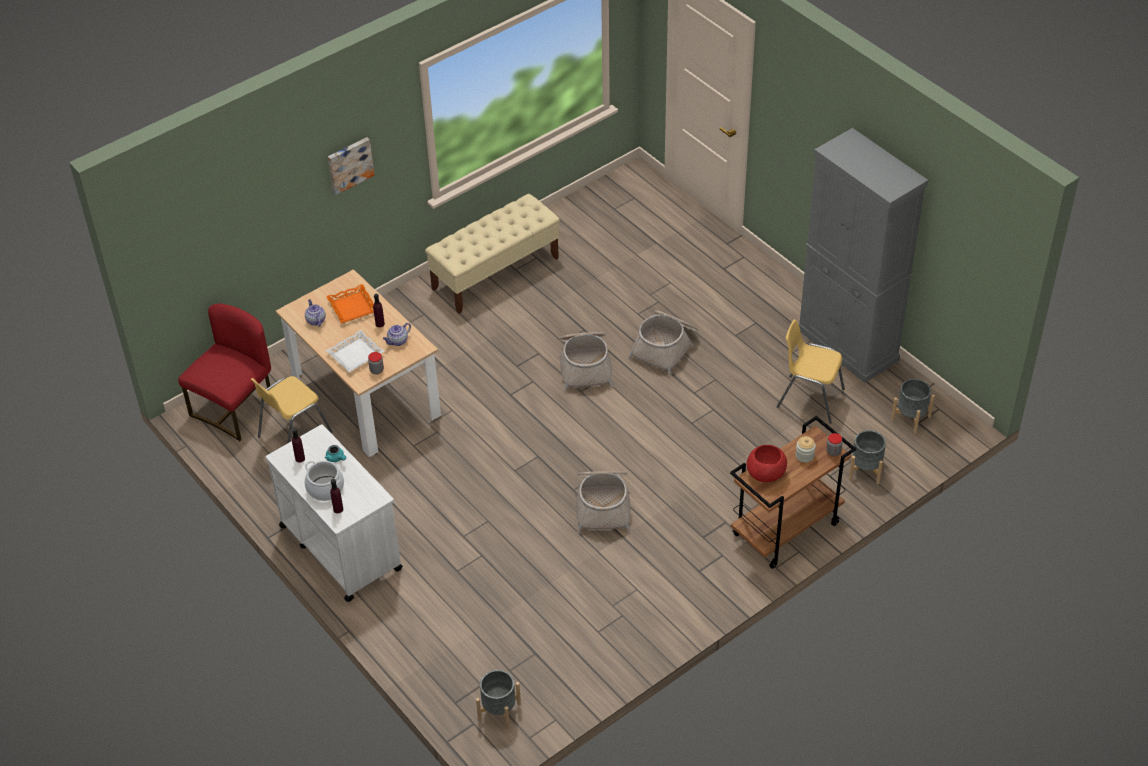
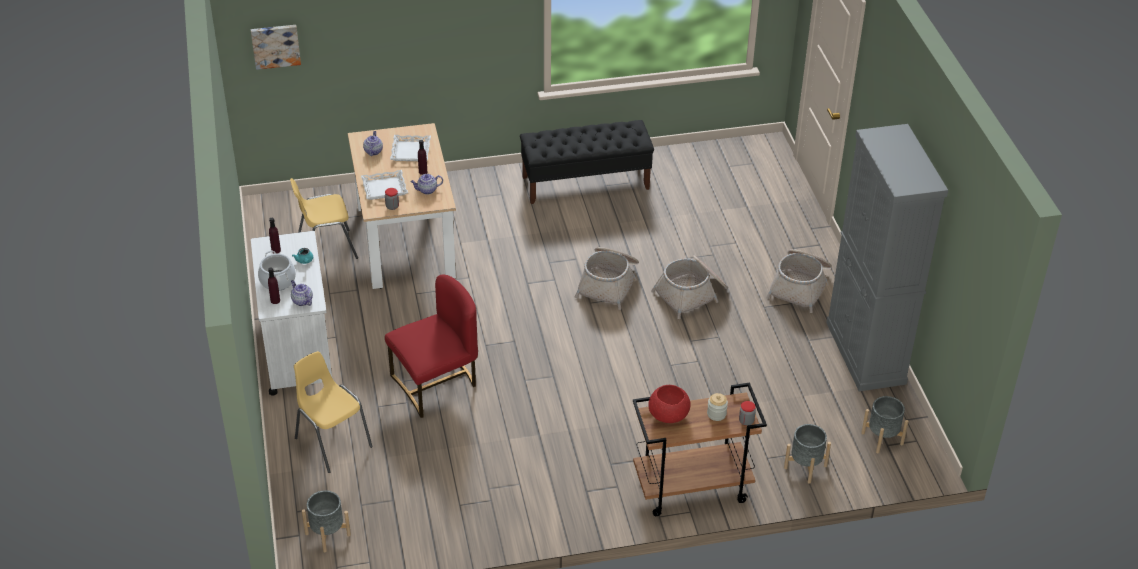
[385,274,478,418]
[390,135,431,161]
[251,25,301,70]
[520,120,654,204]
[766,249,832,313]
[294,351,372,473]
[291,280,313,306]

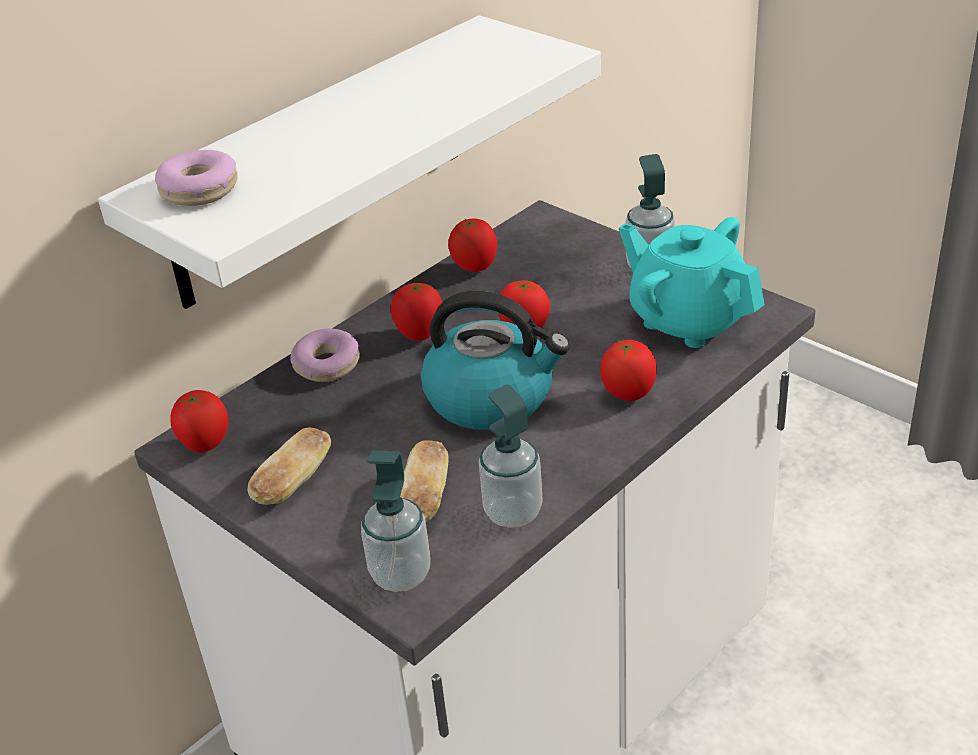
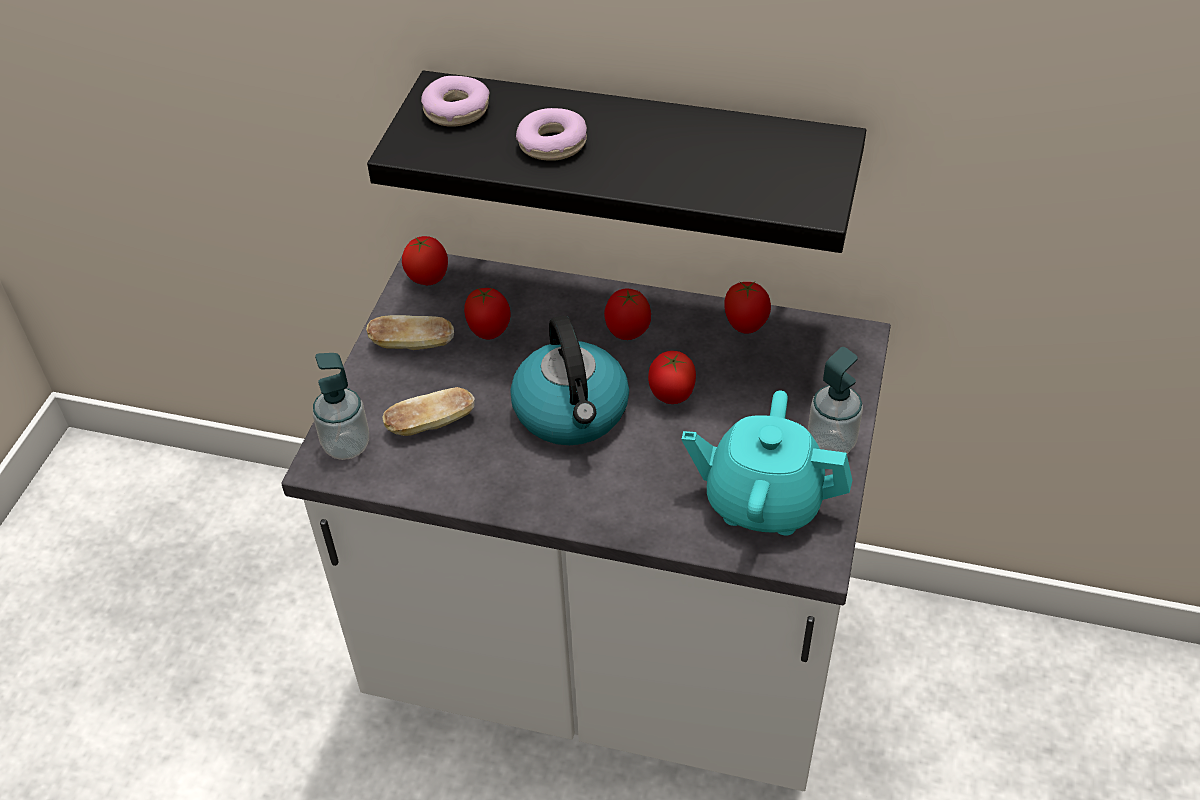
[367,70,866,253]
[516,108,587,161]
[479,385,543,528] (first image)
[464,288,511,340]
[682,391,852,536]

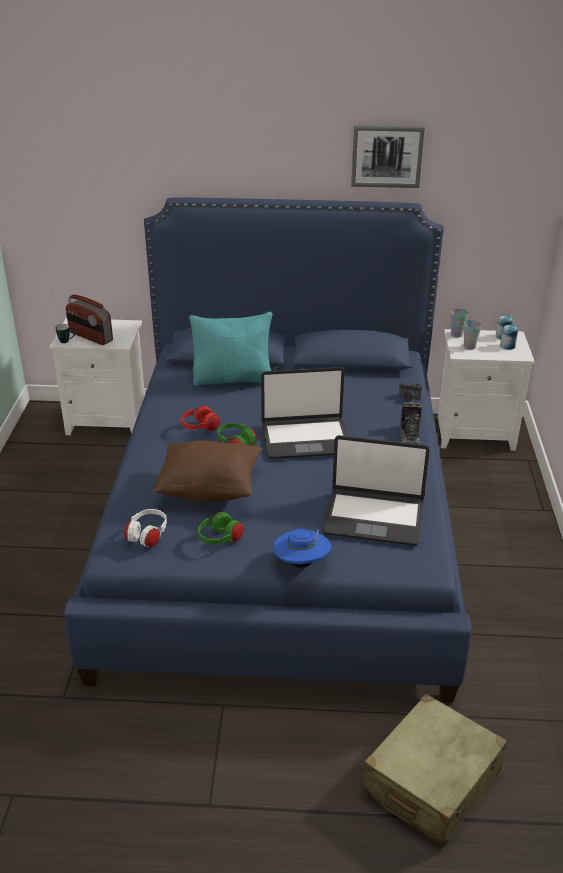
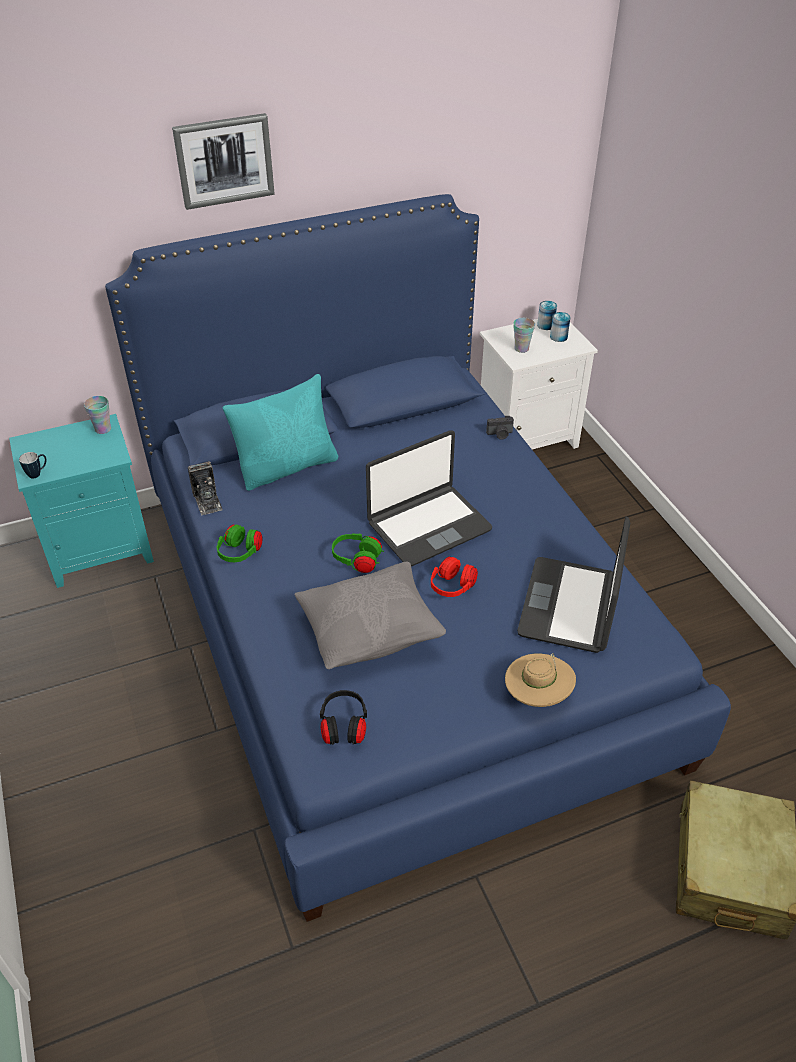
[9,414,154,588]
[66,294,113,345] (first image)
[320,690,367,745]
[294,561,446,669]
[431,557,478,597]
[217,525,262,562]
[505,653,576,707]
[517,516,630,653]
[172,113,275,210]
[188,461,223,516]
[84,396,111,434]

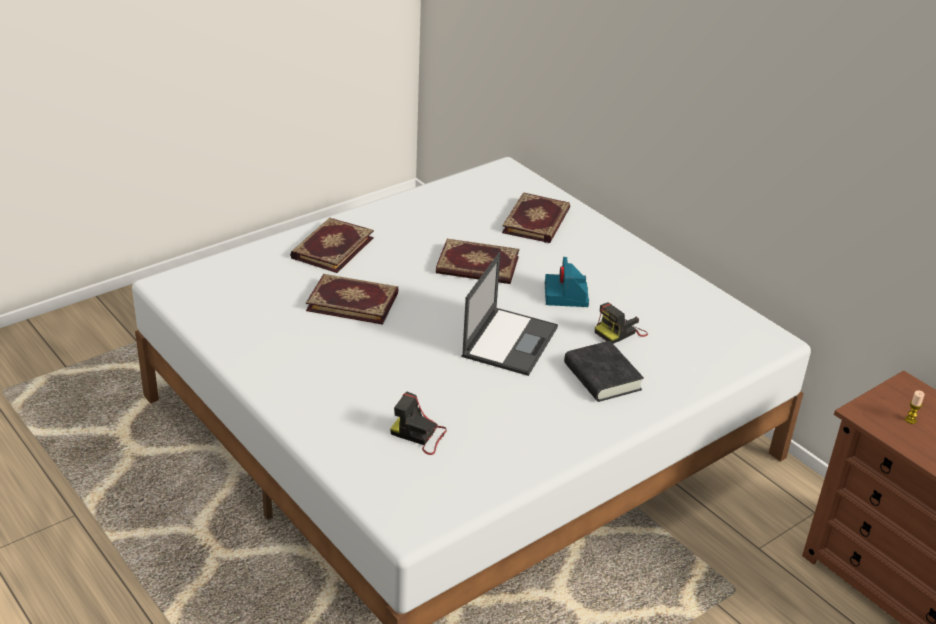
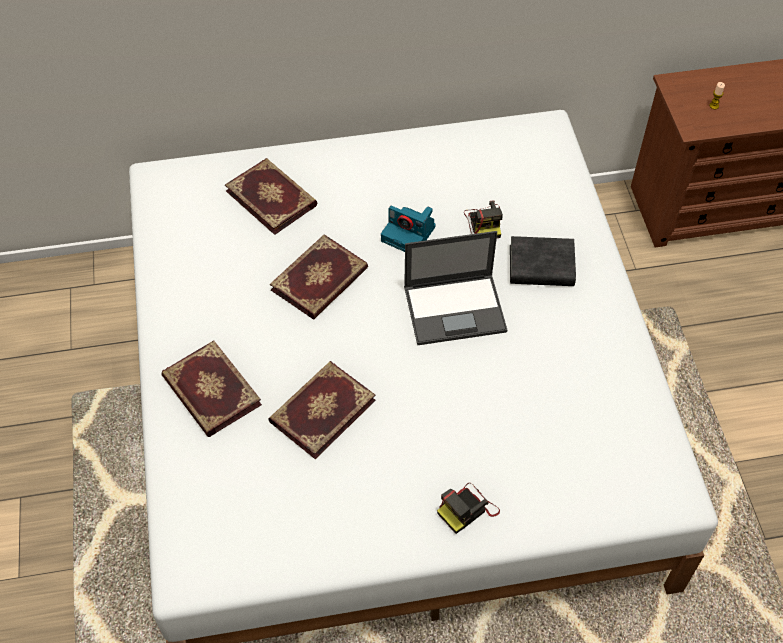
[437,483,500,534]
[404,231,508,345]

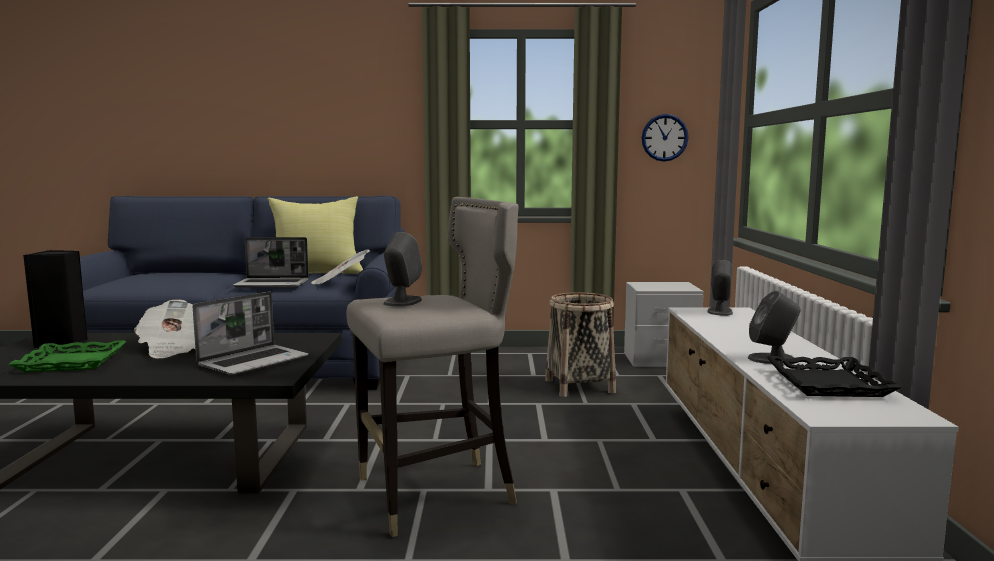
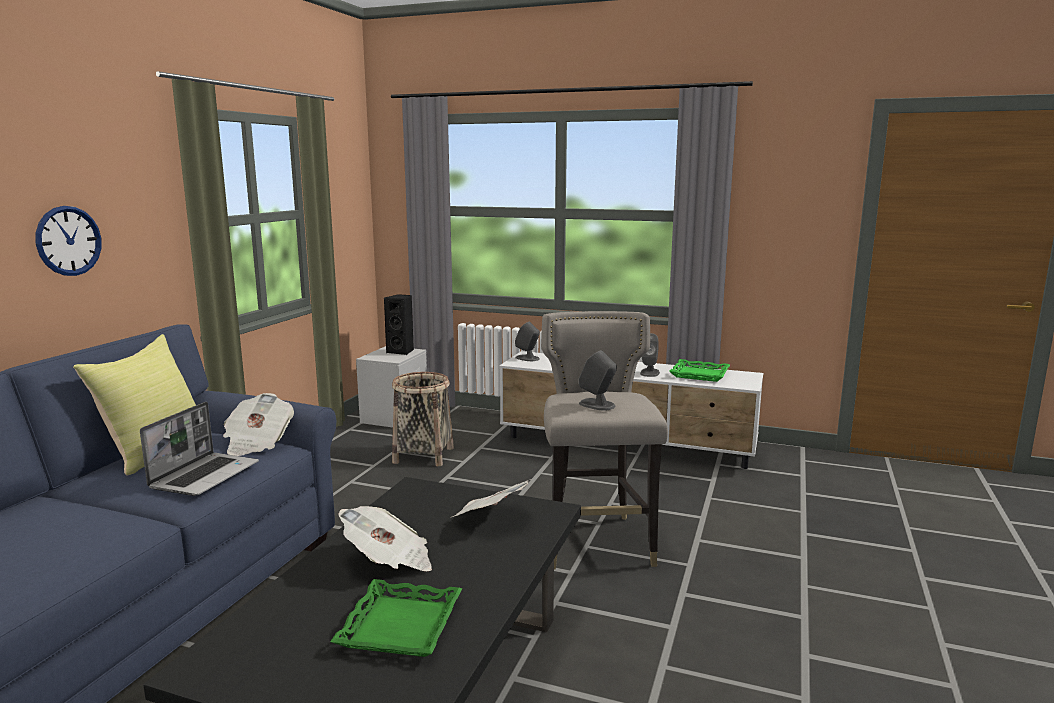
[384,294,414,355]
[452,479,531,517]
[35,206,101,276]
[669,359,730,382]

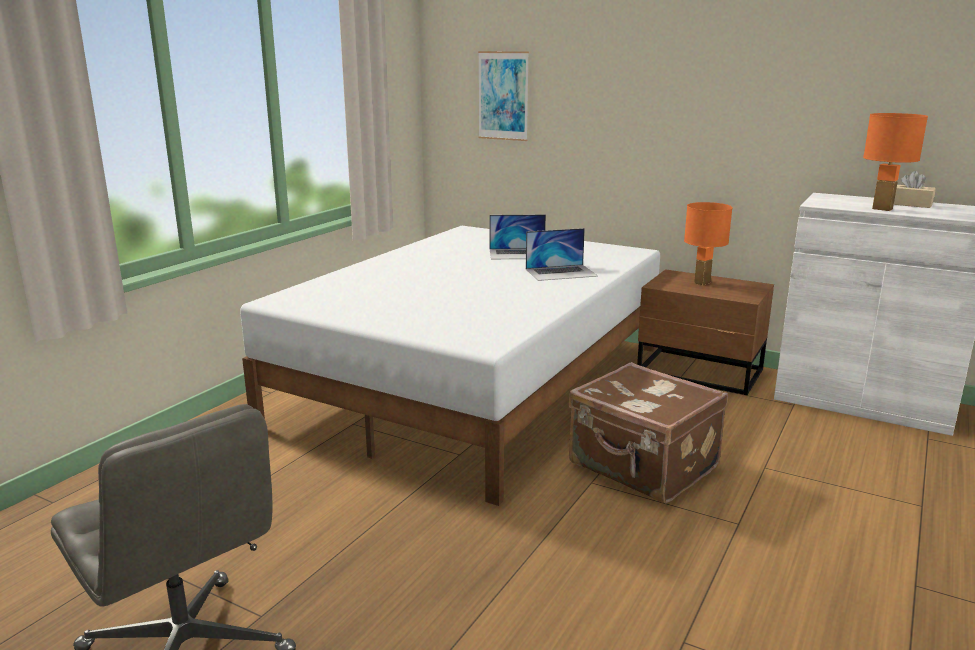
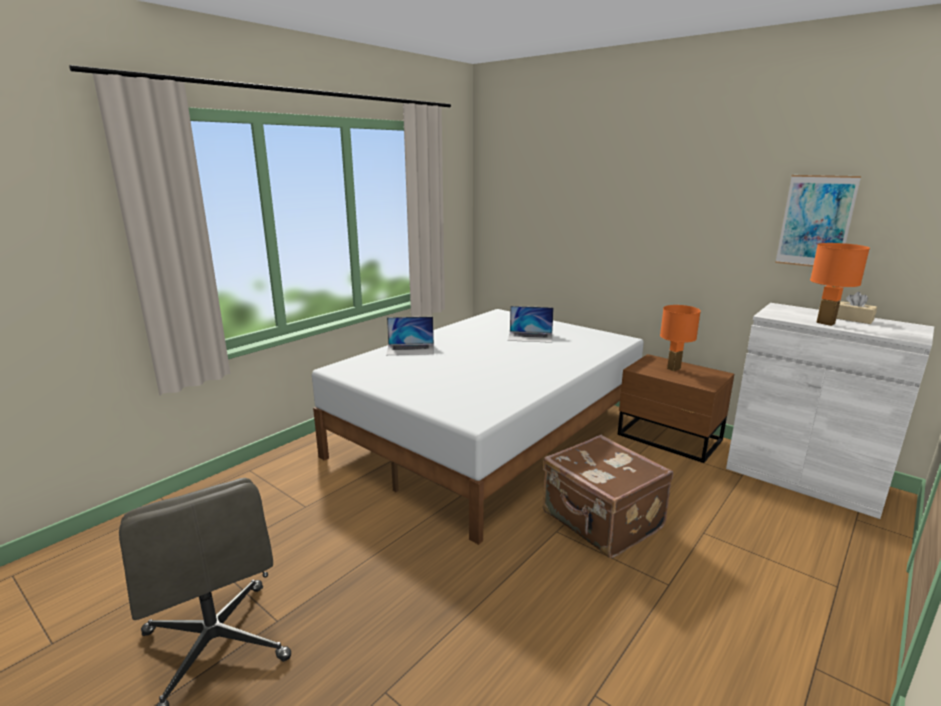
[775,175,861,267]
[386,317,434,355]

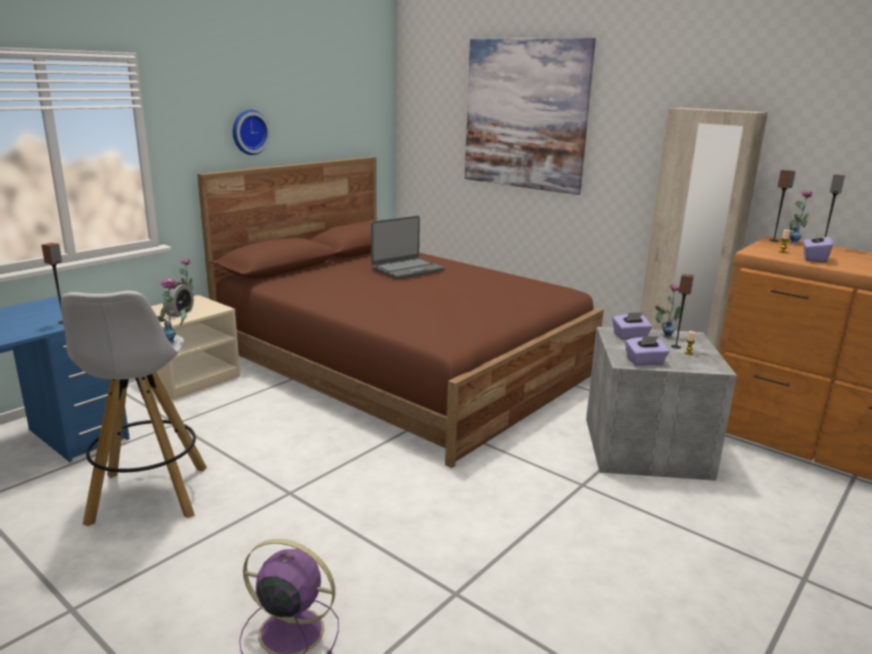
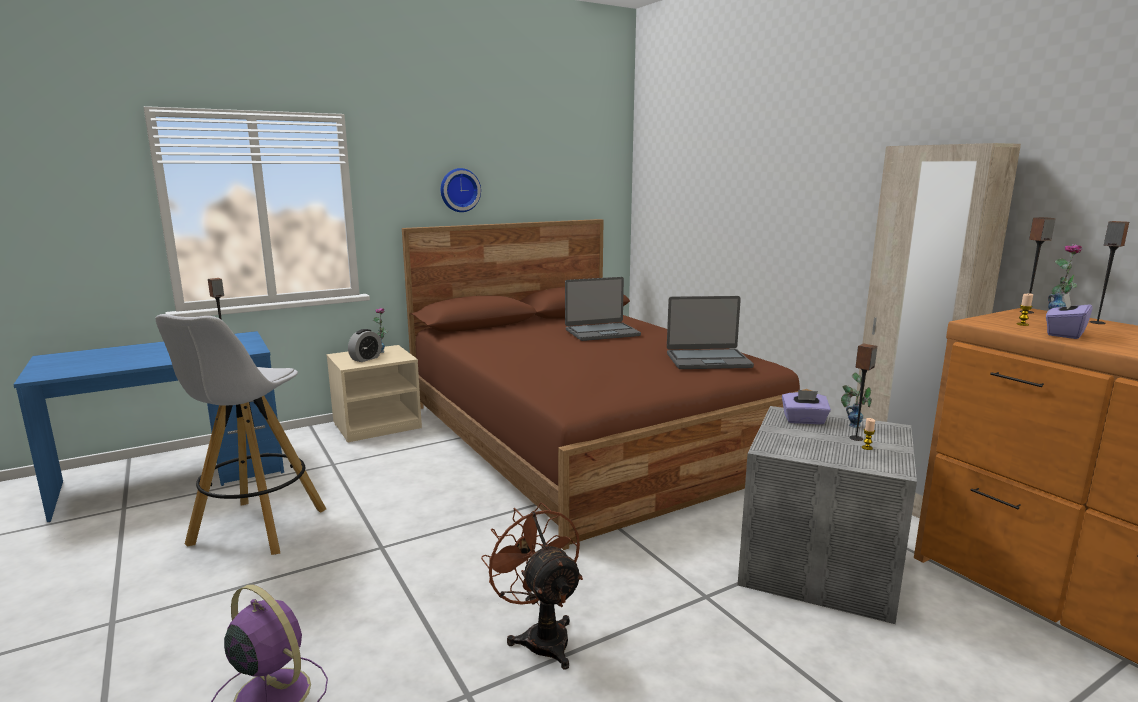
[157,279,191,344] (first image)
[465,38,596,195] (first image)
[625,336,669,366] (first image)
[481,502,583,670]
[667,296,754,369]

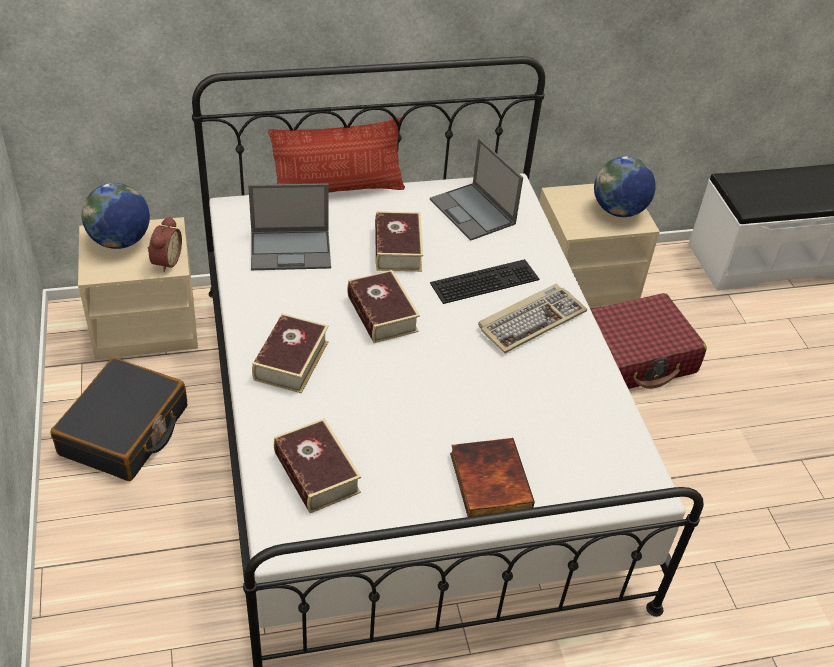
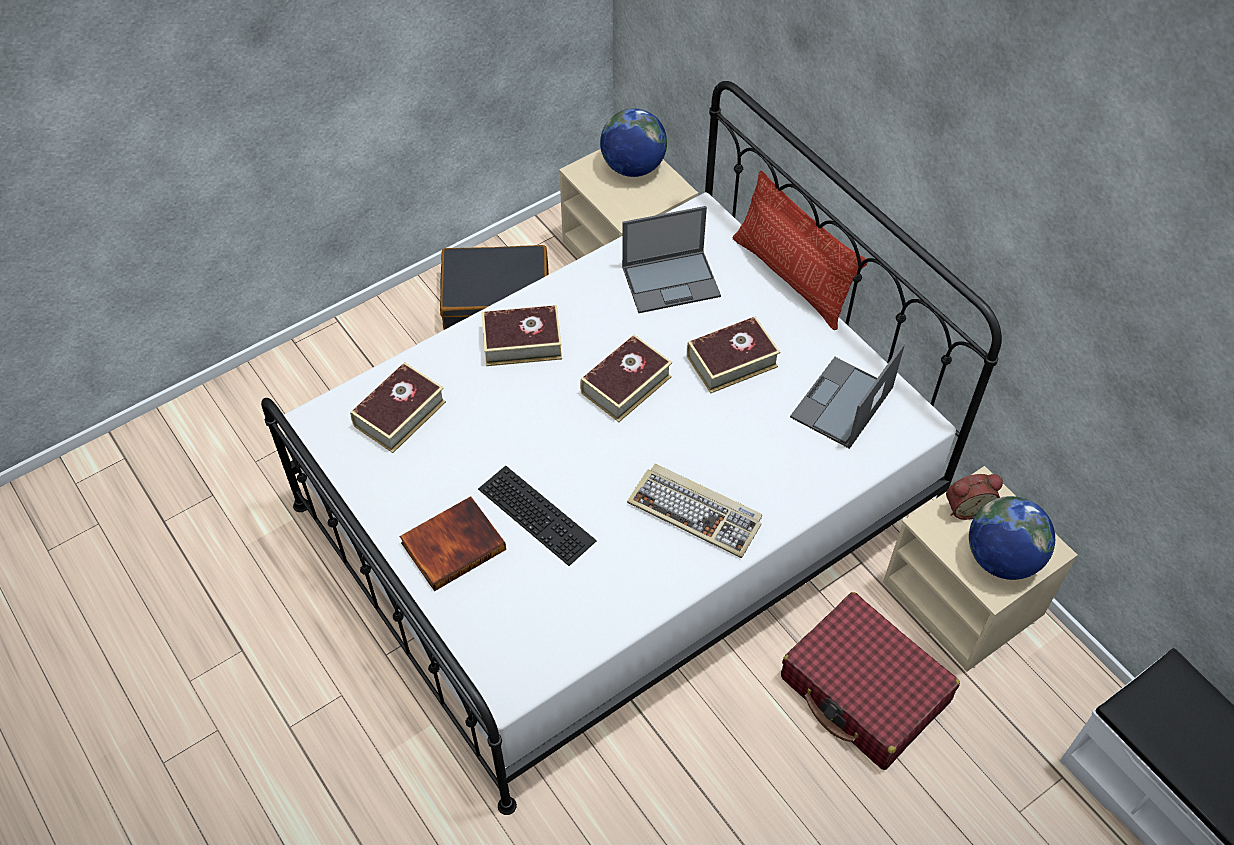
[946,474,1003,520]
[622,206,721,313]
[478,466,597,566]

